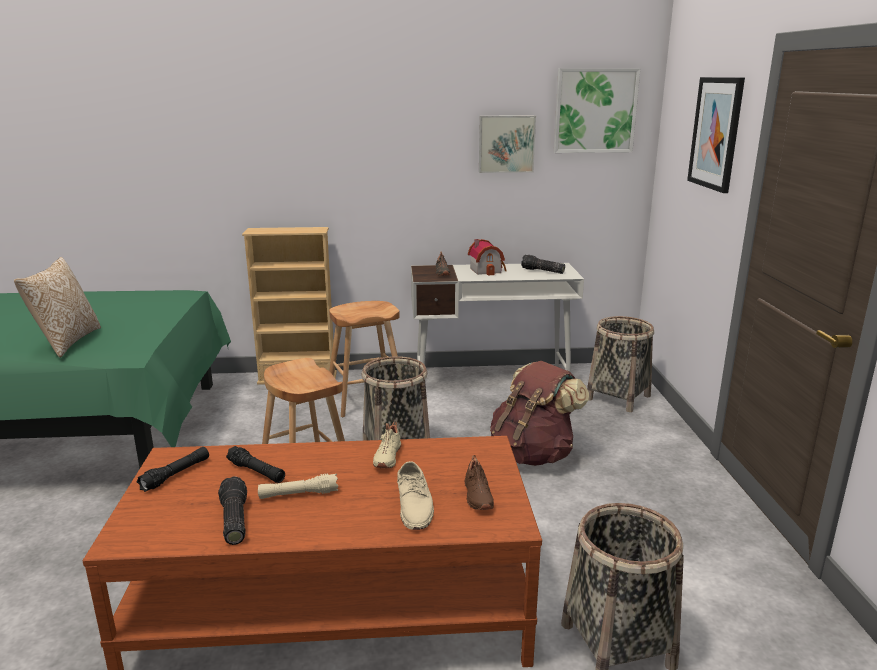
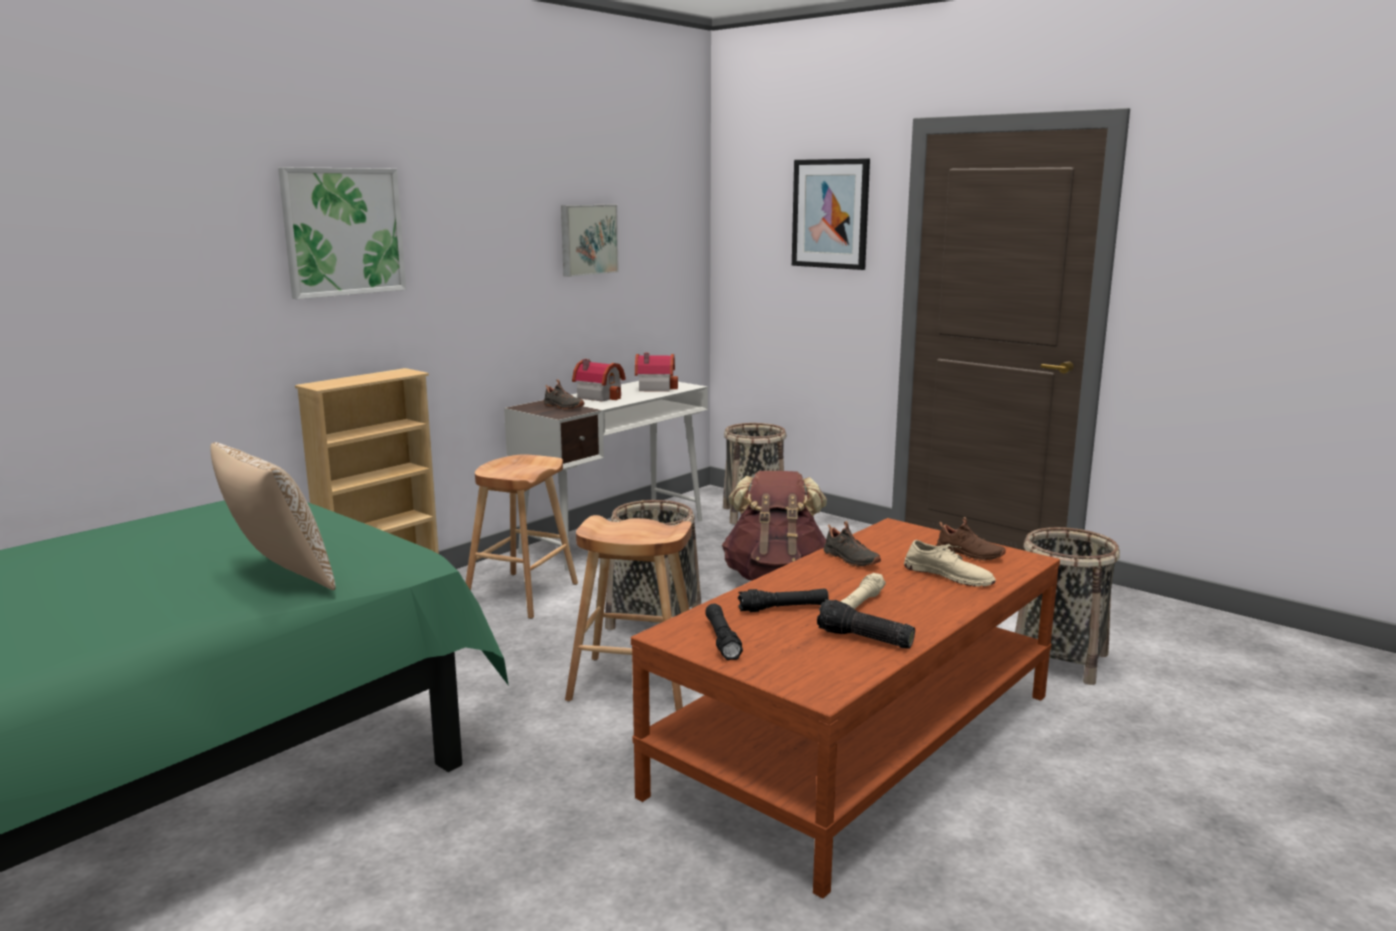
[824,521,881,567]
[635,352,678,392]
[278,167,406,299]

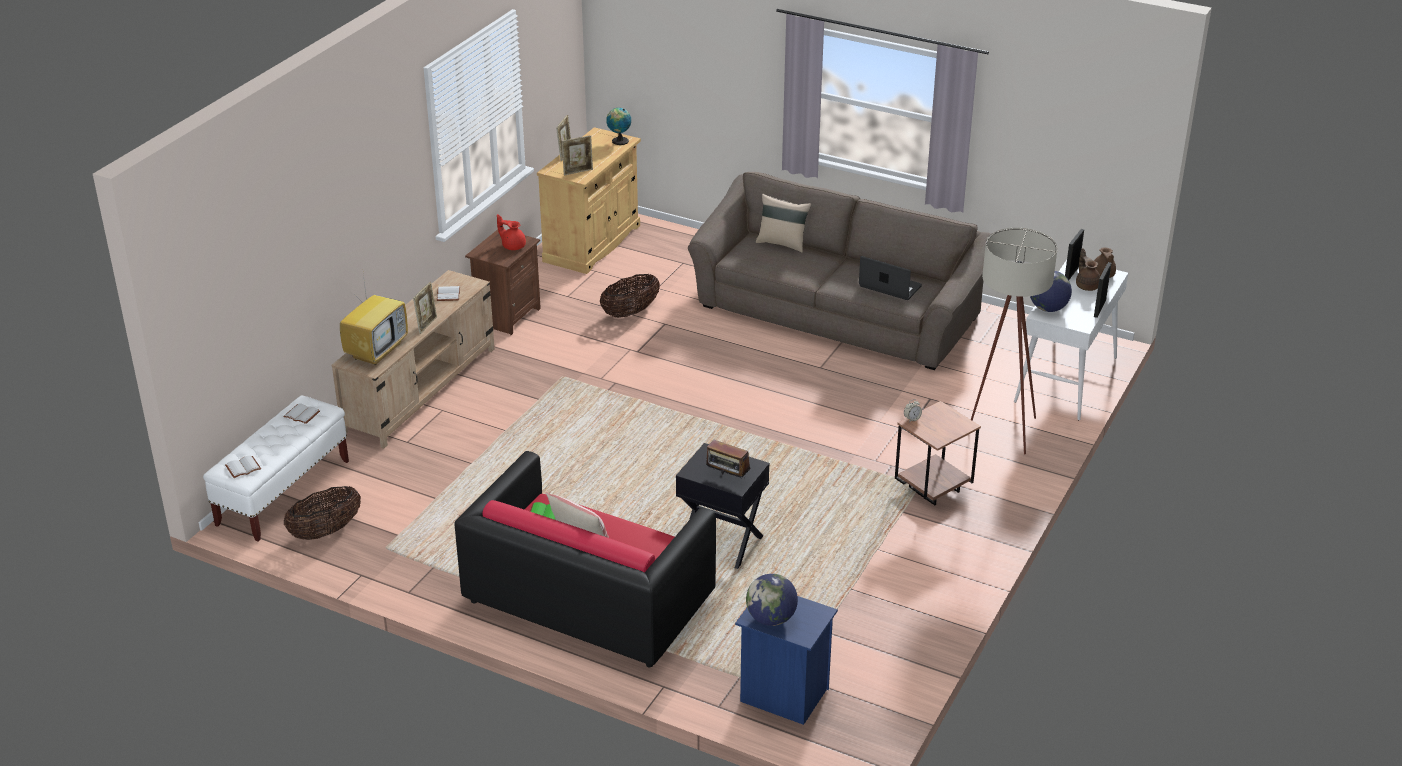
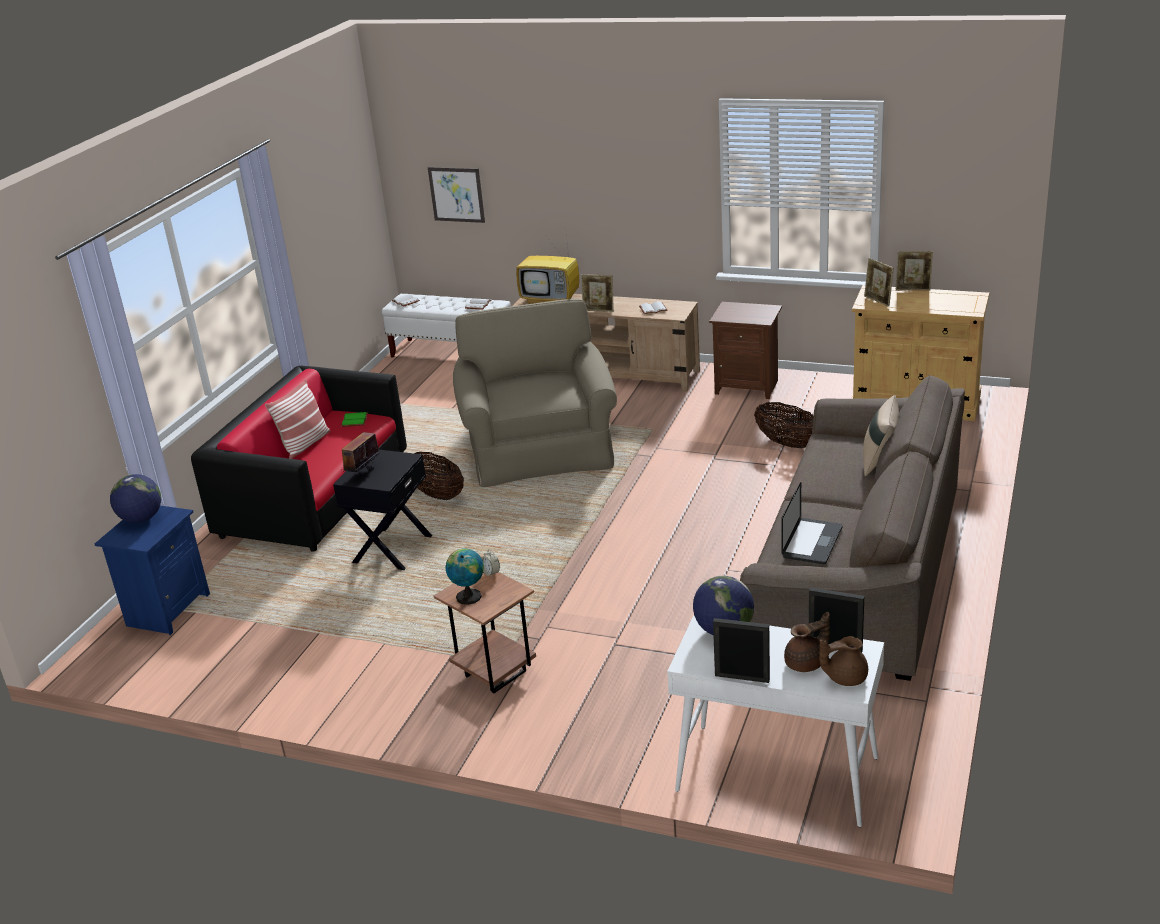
[414,452,464,500]
[497,214,526,250] (first image)
[446,548,484,605]
[971,228,1058,455] (first image)
[428,167,485,223]
[453,299,617,487]

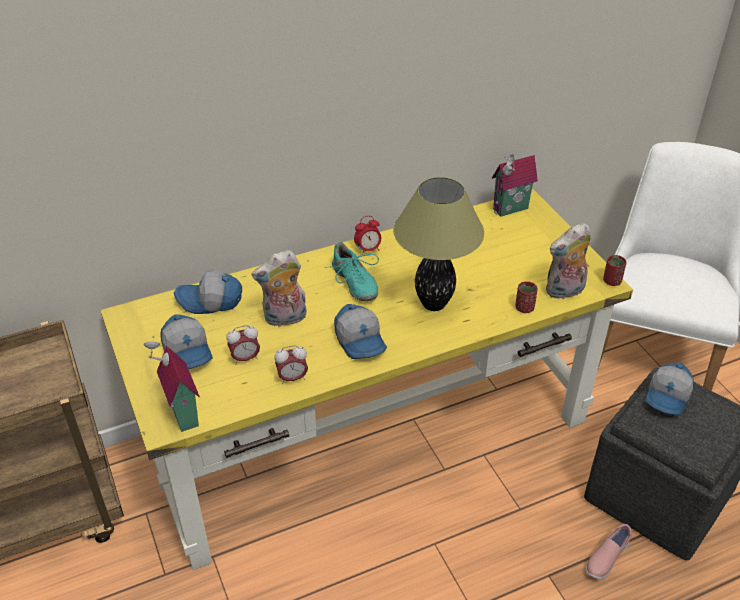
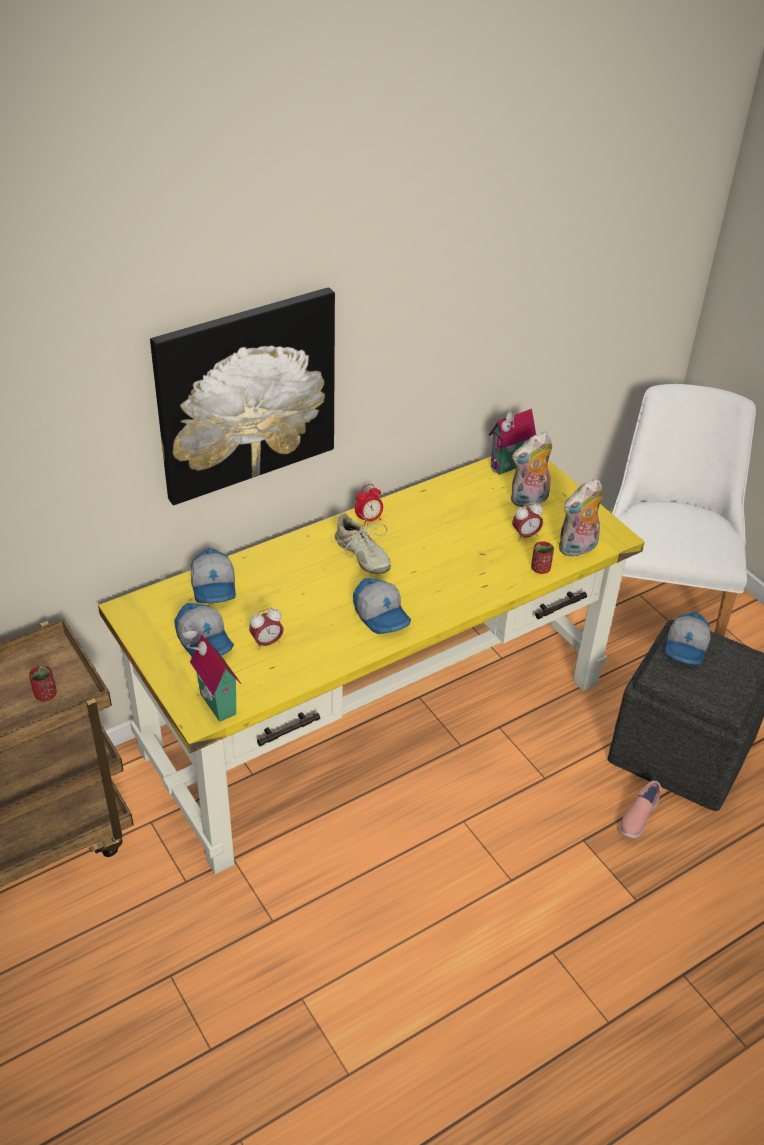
[191,548,236,603]
[511,432,552,508]
[512,502,543,541]
[331,513,391,574]
[393,177,484,311] (first image)
[29,665,57,701]
[150,287,335,505]

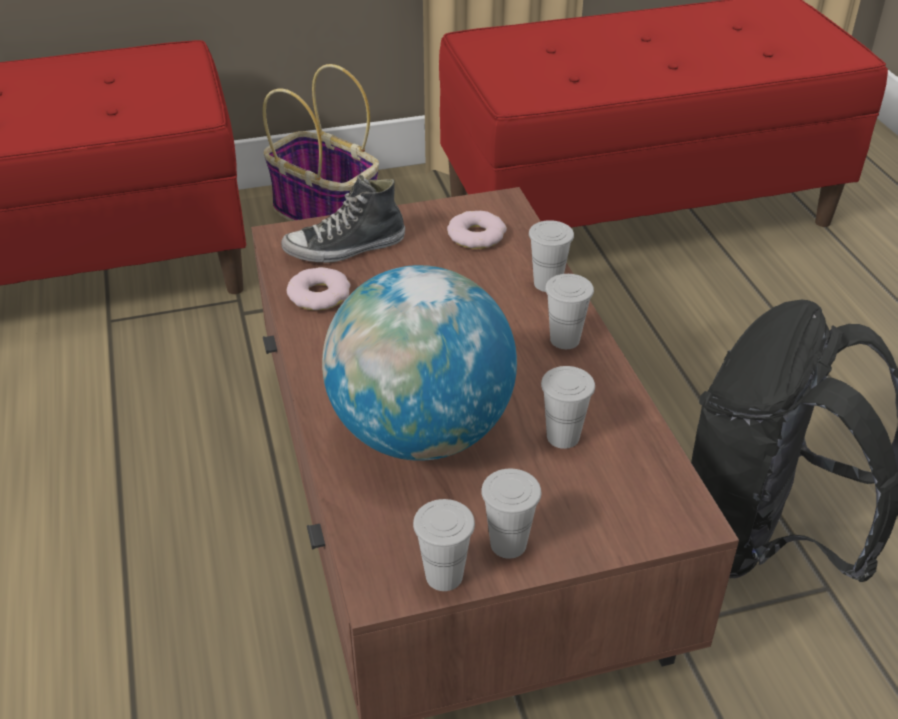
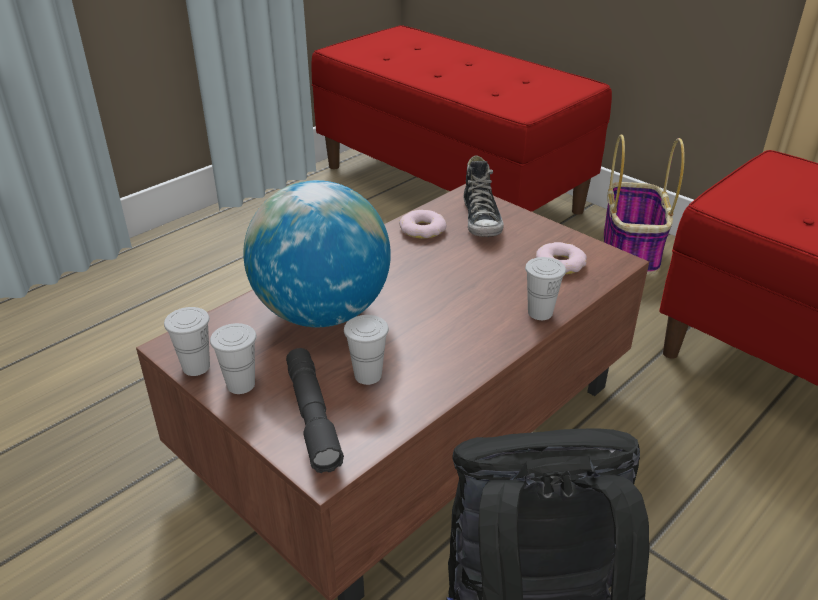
[464,155,504,237]
[545,274,594,349] (first image)
[286,348,344,473]

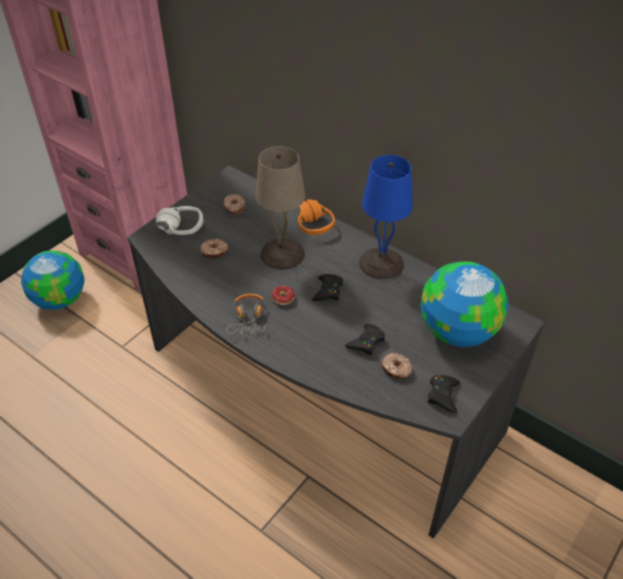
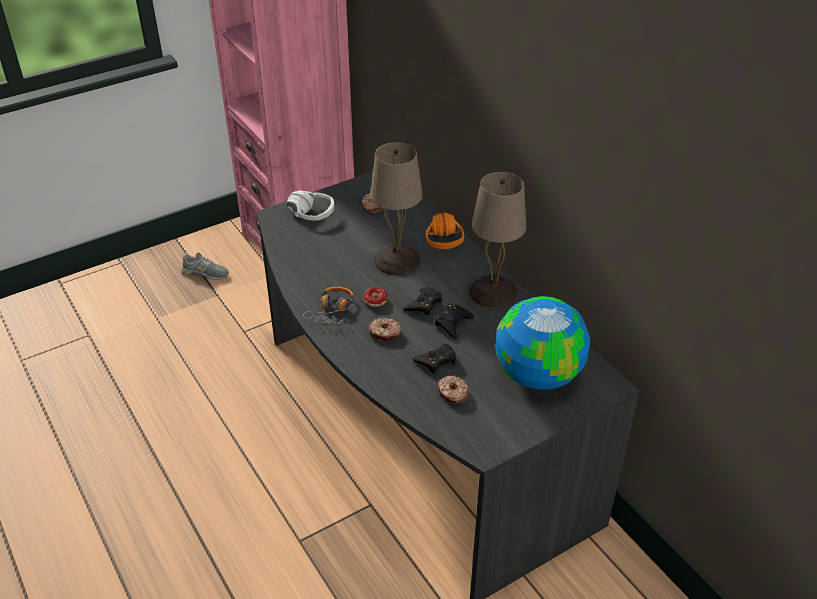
[181,252,229,280]
[369,318,402,340]
[469,172,526,308]
[435,304,474,339]

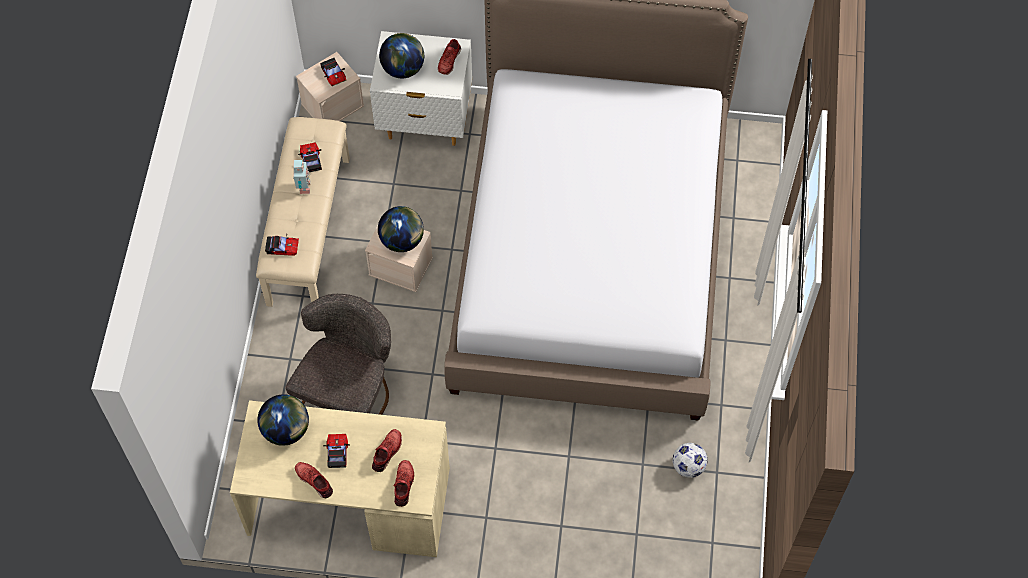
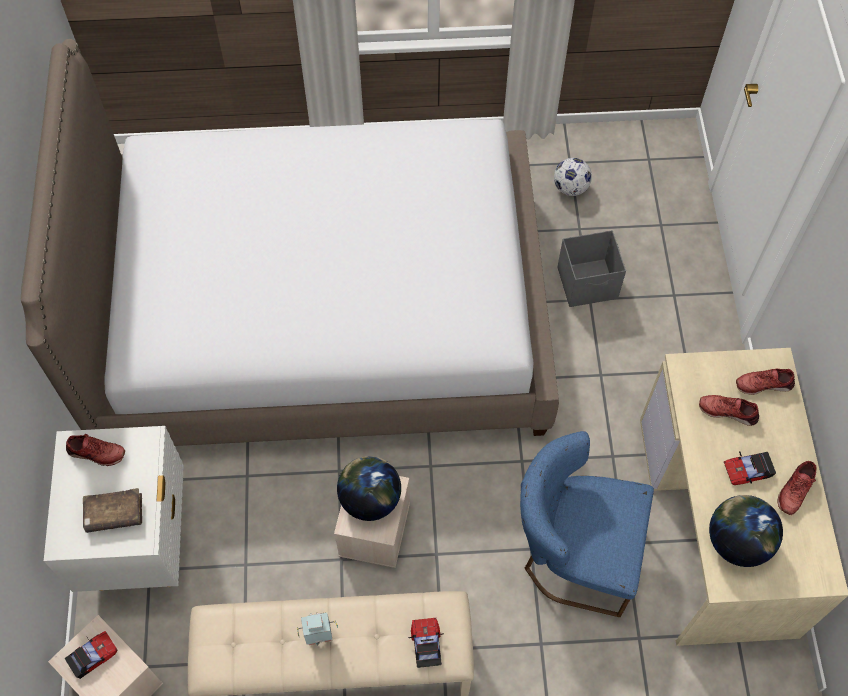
[520,431,654,617]
[298,142,322,172] (first image)
[83,488,142,533]
[557,230,626,307]

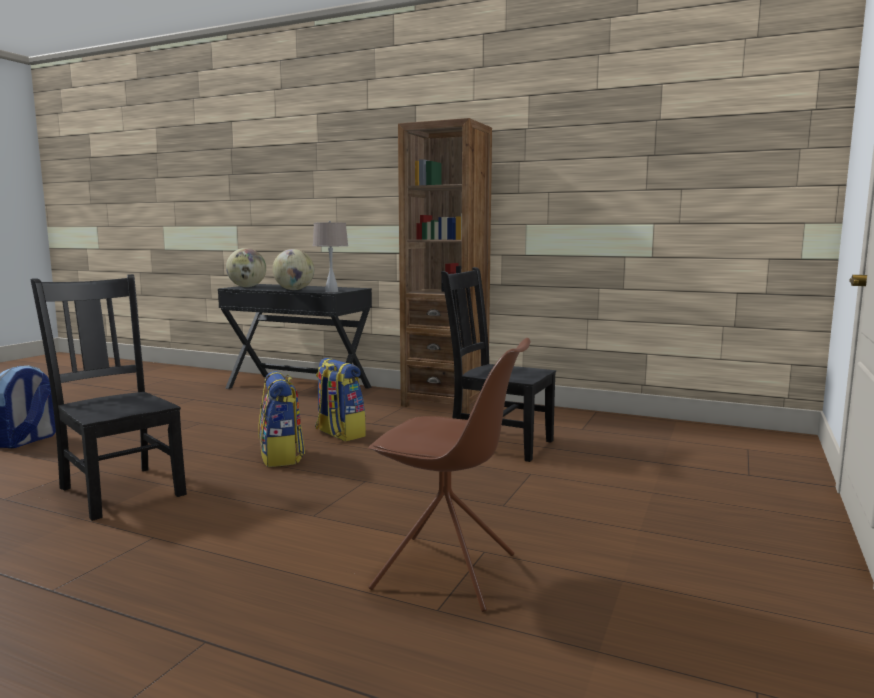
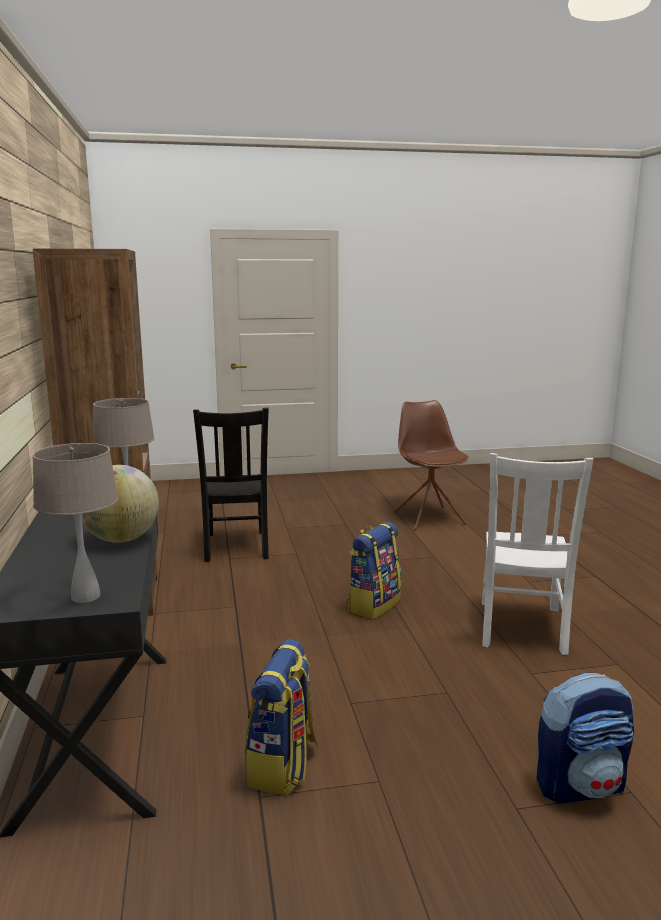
[482,453,594,655]
[32,443,118,603]
[245,639,318,795]

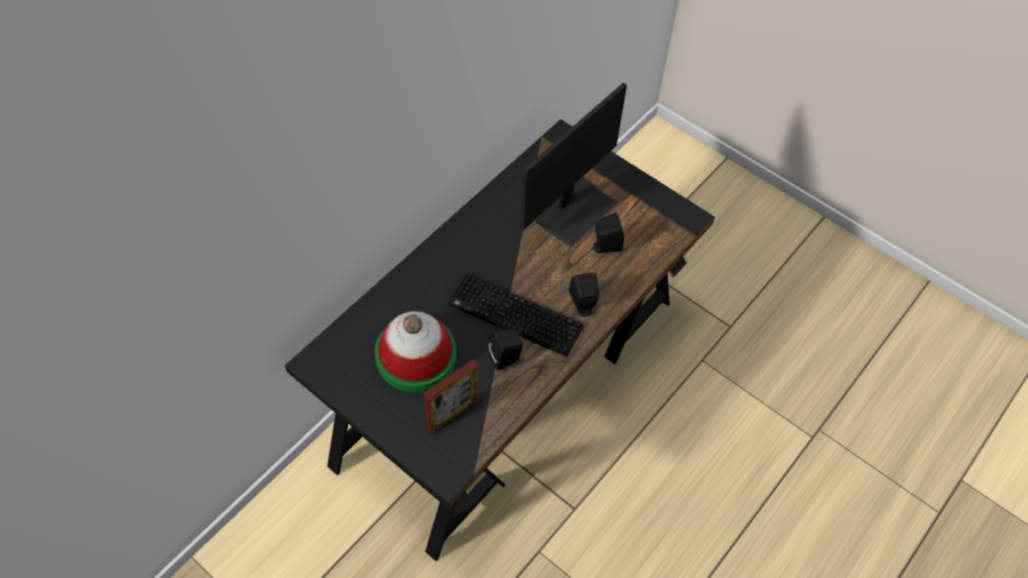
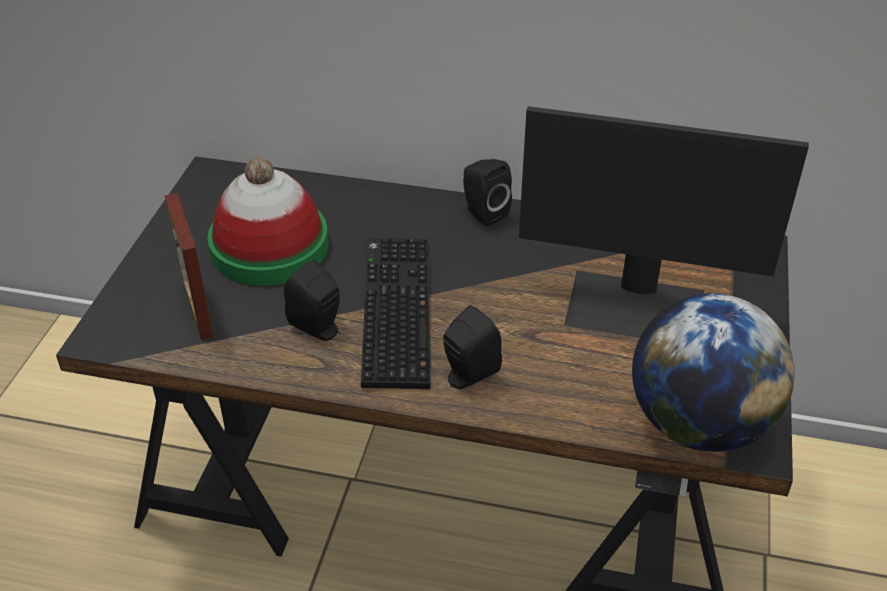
[165,193,214,340]
[463,159,512,227]
[632,293,795,452]

